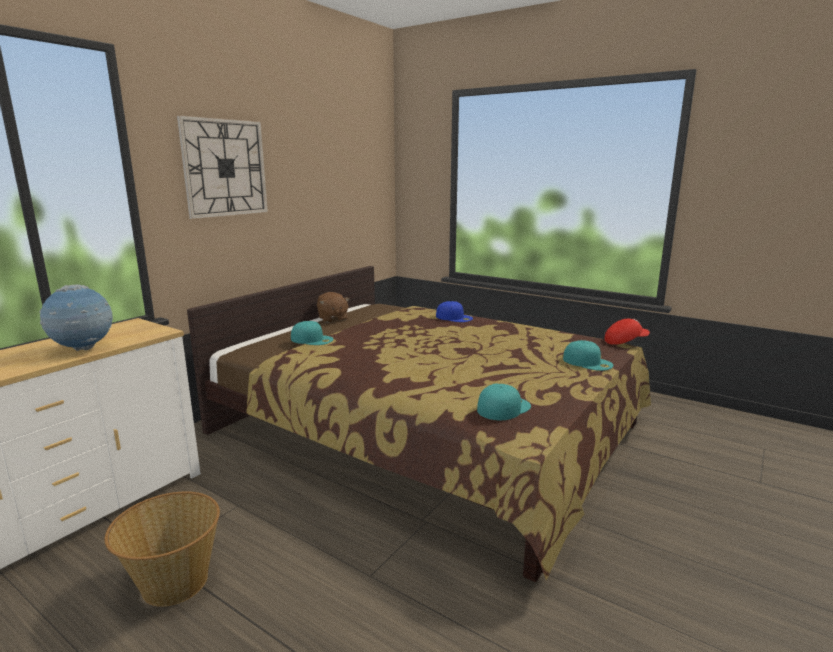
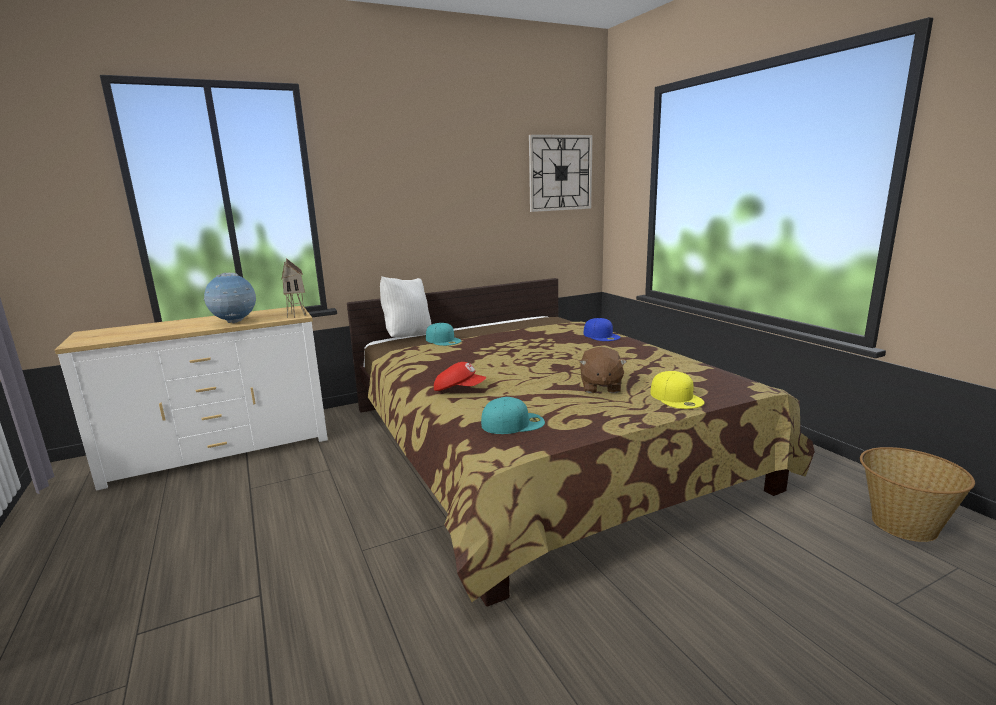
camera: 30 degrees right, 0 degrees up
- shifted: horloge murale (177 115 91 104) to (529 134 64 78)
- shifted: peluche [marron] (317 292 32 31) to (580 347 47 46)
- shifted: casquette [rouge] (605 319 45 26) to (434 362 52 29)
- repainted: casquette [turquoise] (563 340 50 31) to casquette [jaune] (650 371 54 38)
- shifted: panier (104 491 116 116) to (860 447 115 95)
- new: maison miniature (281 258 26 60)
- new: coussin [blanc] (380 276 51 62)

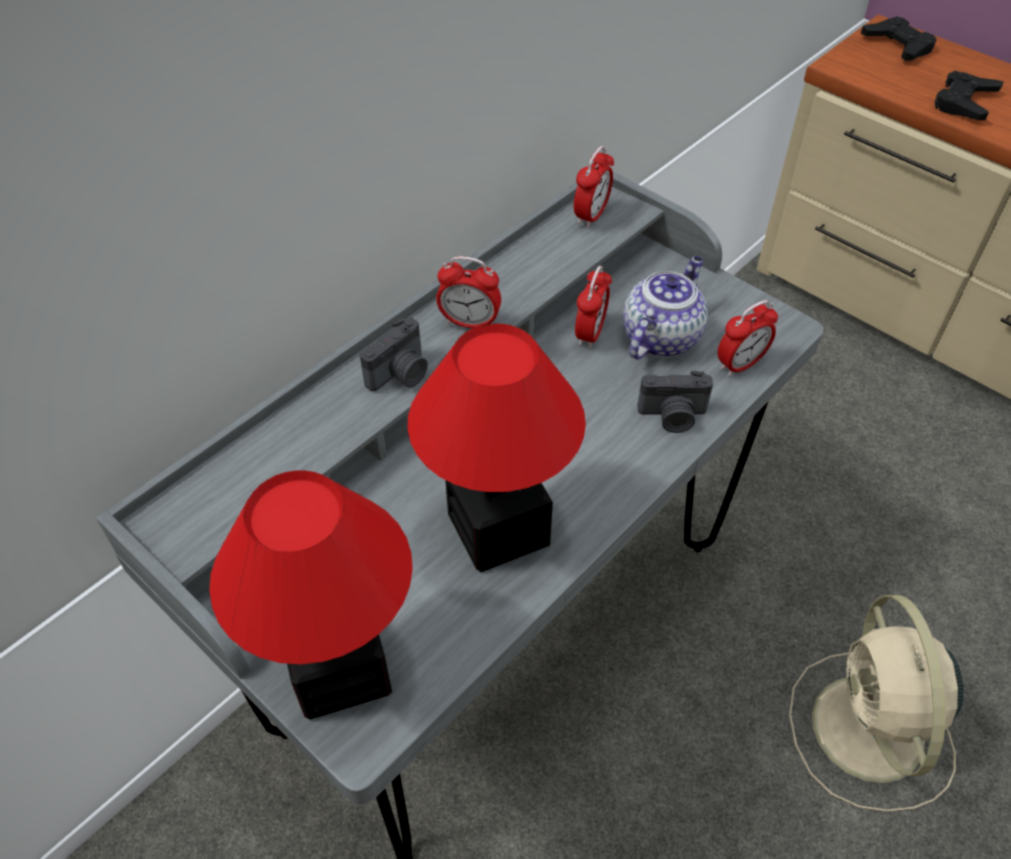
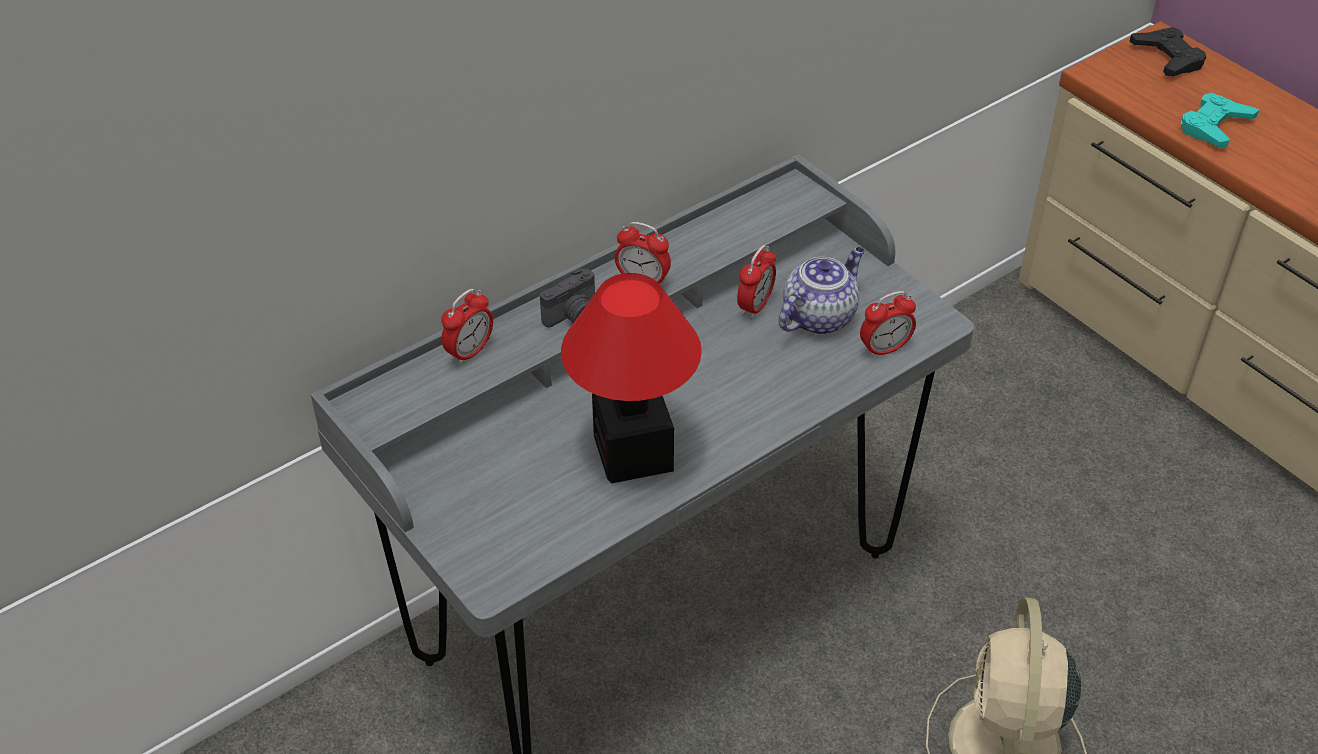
camera: 10 degrees right, 5 degrees down
- repainted: manette [noir] (935 70 69 50) to manette [turquoise] (1181 93 78 55)
- shifted: réveil (574 146 40 82) to (442 289 51 76)
- gone: appareil photo (637 371 76 62)
- gone: lampe de table (209 470 204 250)

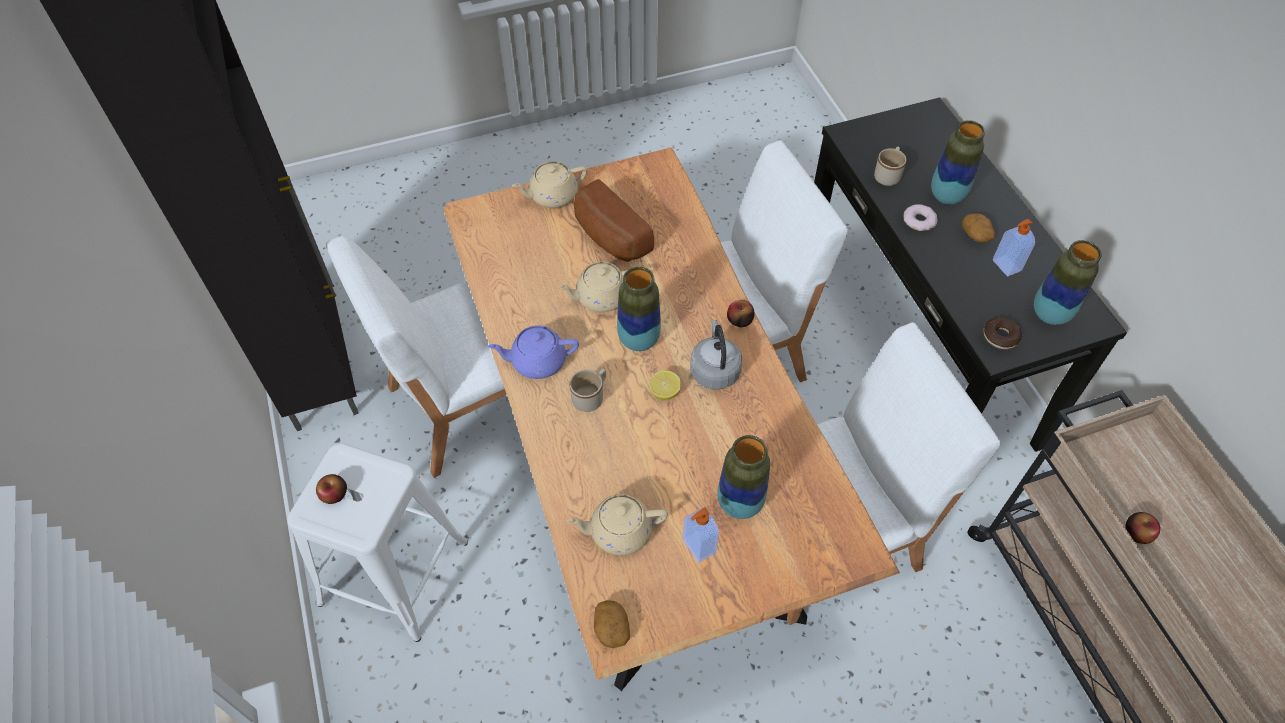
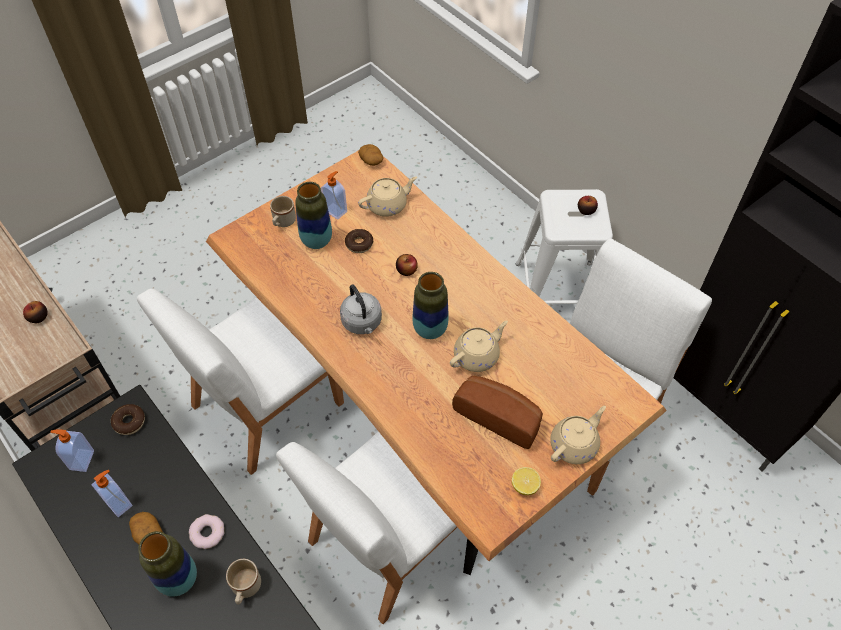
camera: 160 degrees right, 0 degrees up
- swapped: vase (1034 240 68 85) to distributeur de savon (50 430 44 42)
- shifted: pomme (727 300 28 27) to (396 254 22 22)
- gone: théière [violet] (488 325 91 54)
- shifted: mug [beige] (569 369 37 43) to (270 196 26 31)
- shifted: citron (649 370 32 30) to (512 467 29 28)
- new: beignet (345 229 28 24)

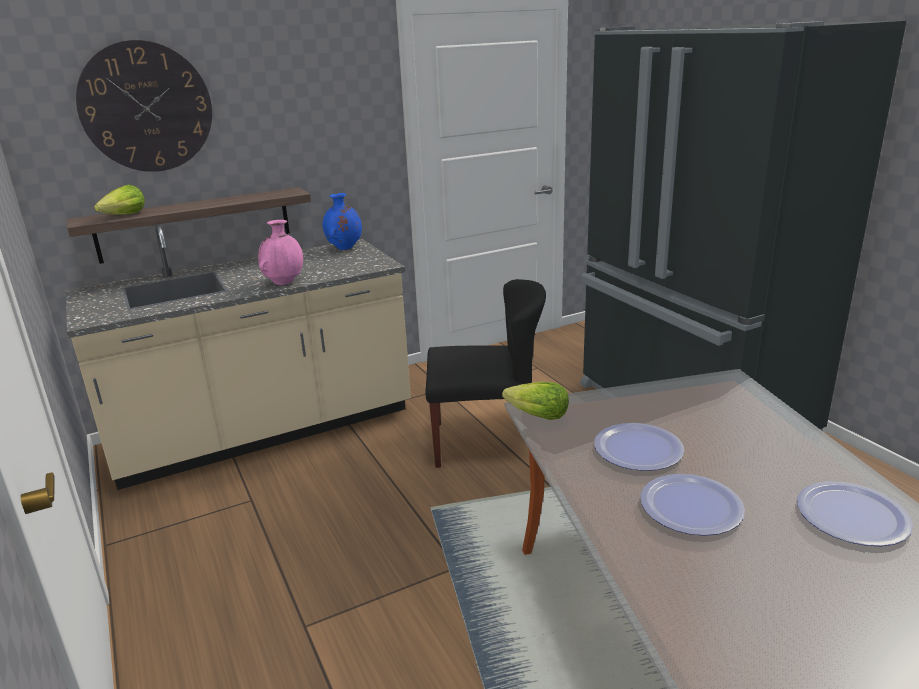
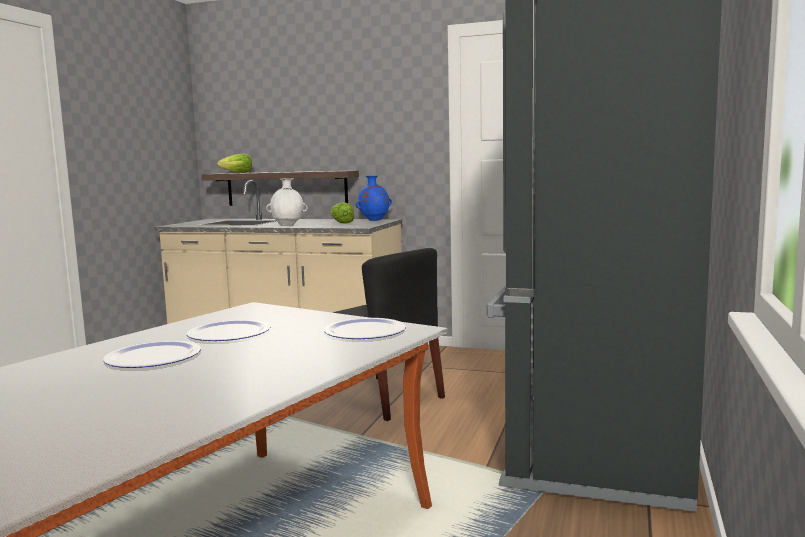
camera: 45 degrees right, 15 degrees down
- gone: horloge murale (76 40 136 132)
- repainted: vase [rose] (258 220 45 65) to vase [blanc] (266 178 42 48)
- shifted: laitue (502 382 67 38) to (331 202 24 22)
- shifted: assiette (797 481 116 65) to (324 318 82 21)

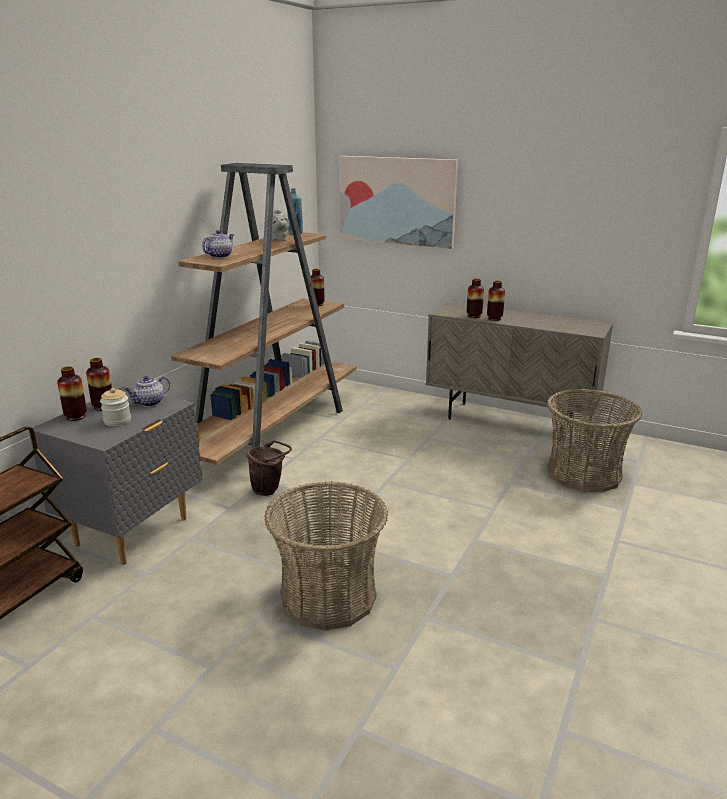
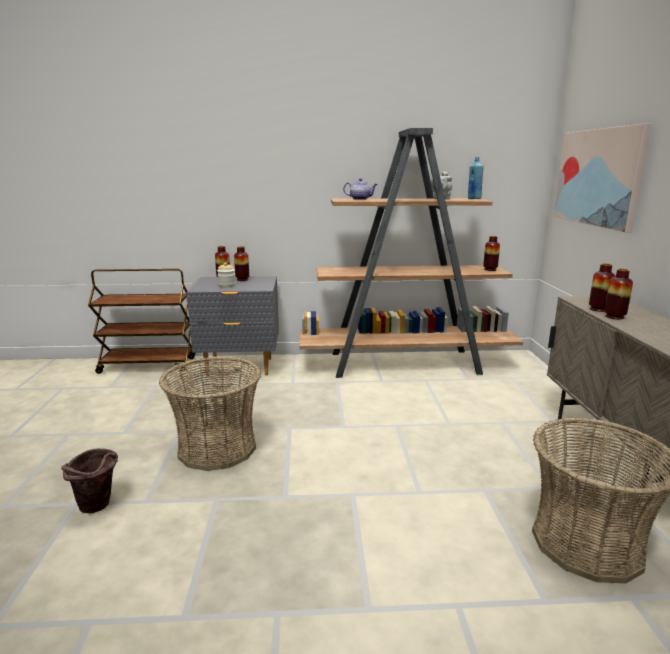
camera: 60 degrees right, 5 degrees down
- gone: théière (124 376 46 30)
- shifted: seau [marron] (246 440 46 56) to (61 448 57 65)

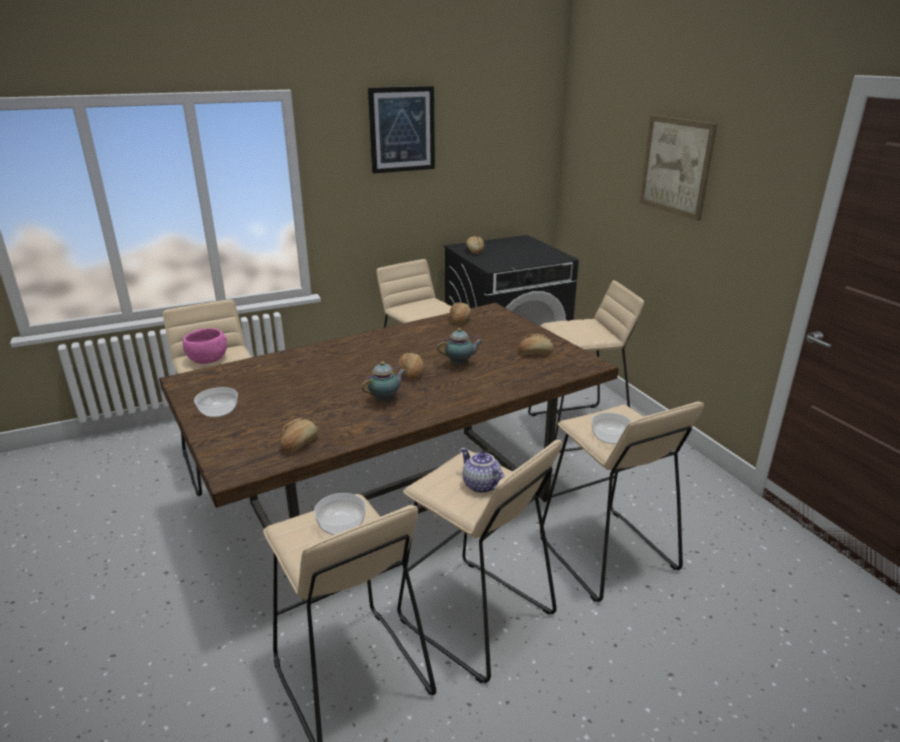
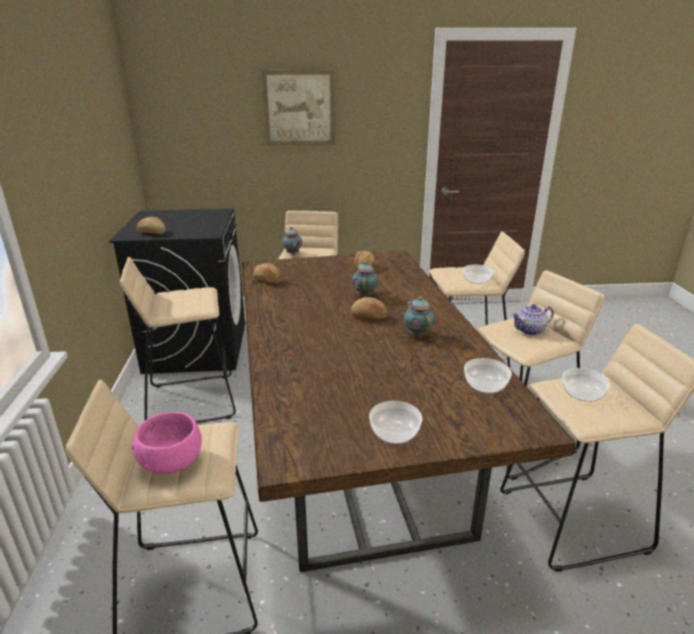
camera: 70 degrees left, 0 degrees up
- gone: tableau (368 86 67 88)
- swapped: pain (280 418 38 35) to bol (464 358 48 35)
- new: théière (282 227 20 28)

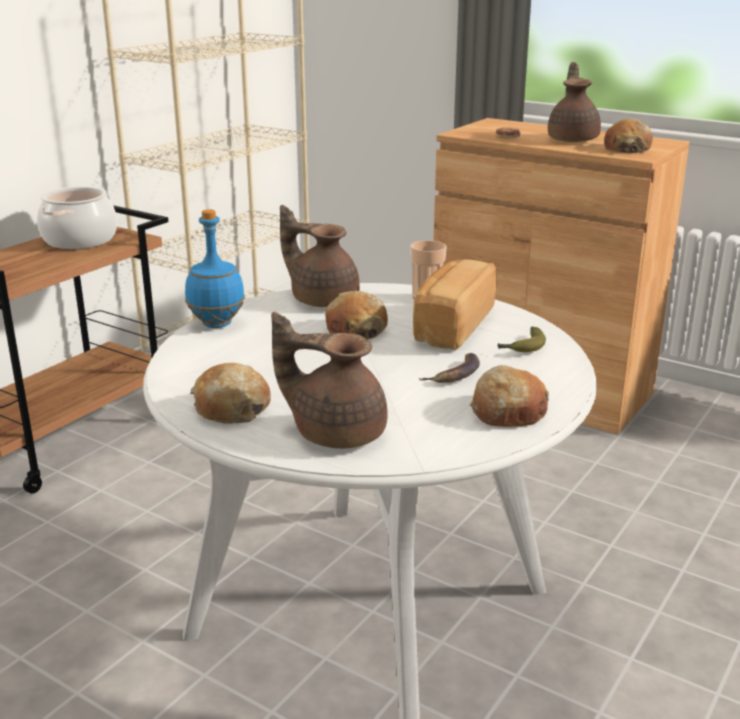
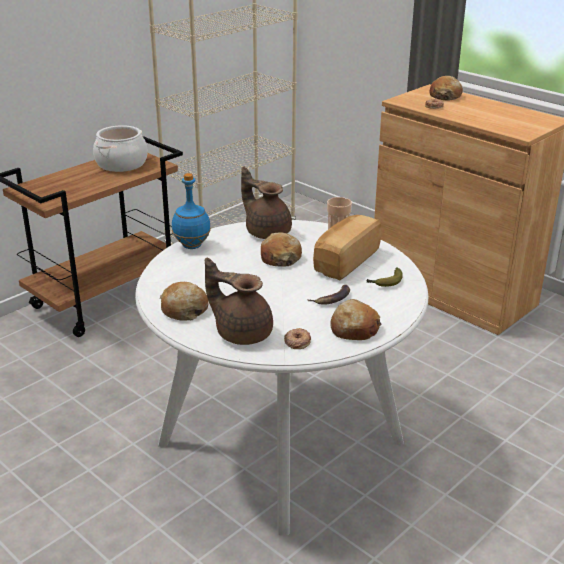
camera: 10 degrees right, 5 degrees up
- gone: théière [marron] (548 62 53 80)
- shifted: pain (604 119 49 34) to (429 76 34 24)
- new: beignet (284 328 27 21)

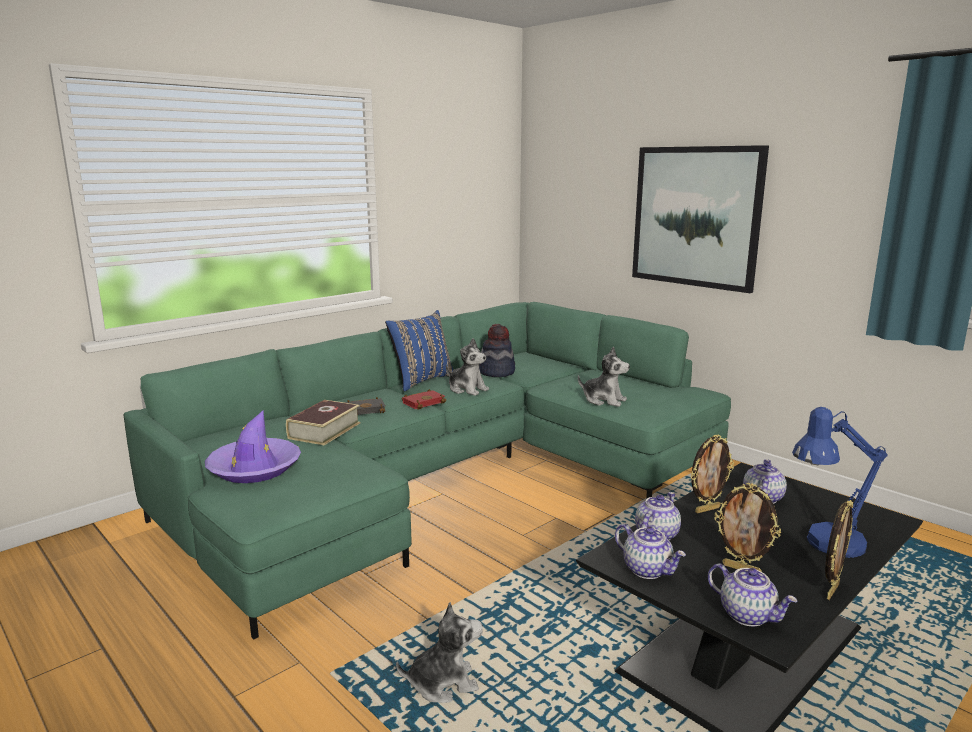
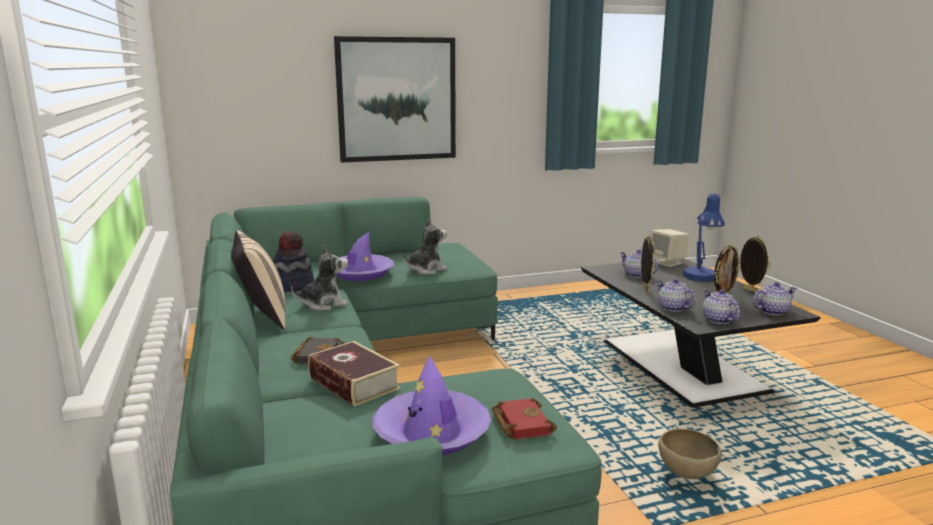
camera: 65 degrees left, 0 degrees up
- repainted: coussin [bleu] (385 310 68 81) to coussin [beige] (231 231 54 98)
- shifted: livre [rouge] (402 389 44 21) to (492 398 65 41)
- rotated: théière (615 524 71 55) = (703 289 37 35) 90 degrees counterclockwise
- swapped: peluche (396 602 87 101) to bol [marron] (658 428 64 51)
- new: enceinte [beige] (651 229 38 38)
- new: chapeau [violet] (336 232 58 49)

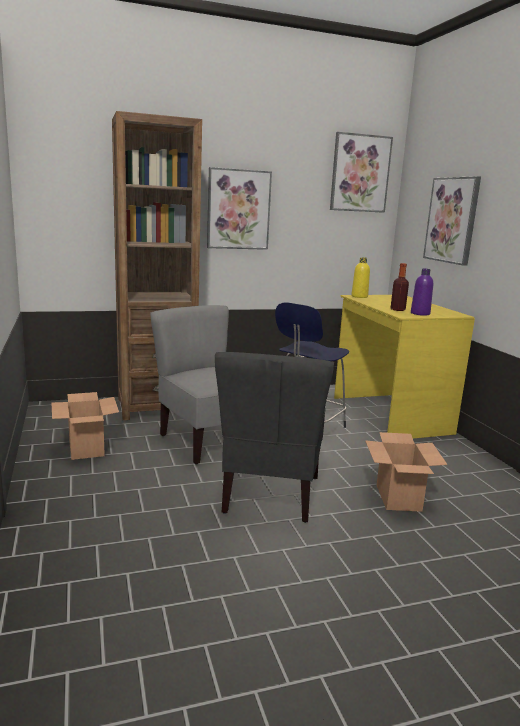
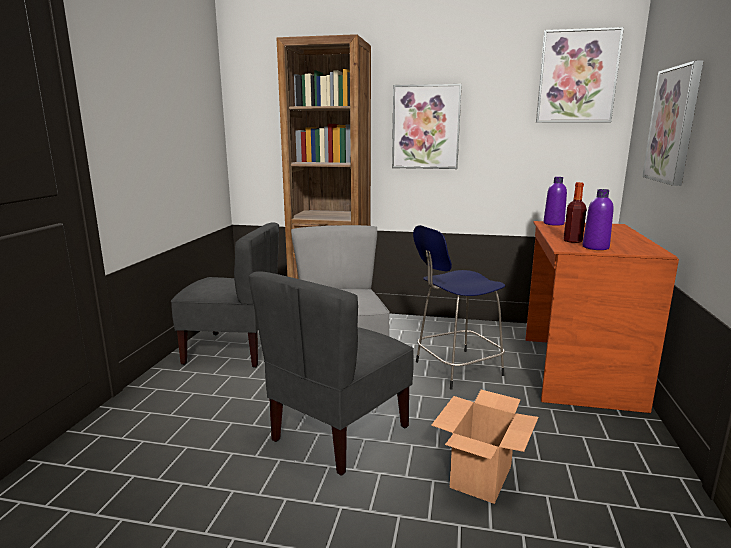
camera: 30 degrees right, 0 degrees up
- repainted: bouteille [jaune] (351 257 19 41) to bouteille [violet] (543 177 24 49)
- repainted: bureau [jaune] (334 295 141 144) to bureau [marron] (525 221 154 192)
- swapped: carton (51 392 68 68) to chaise [gris] (171 223 108 145)

